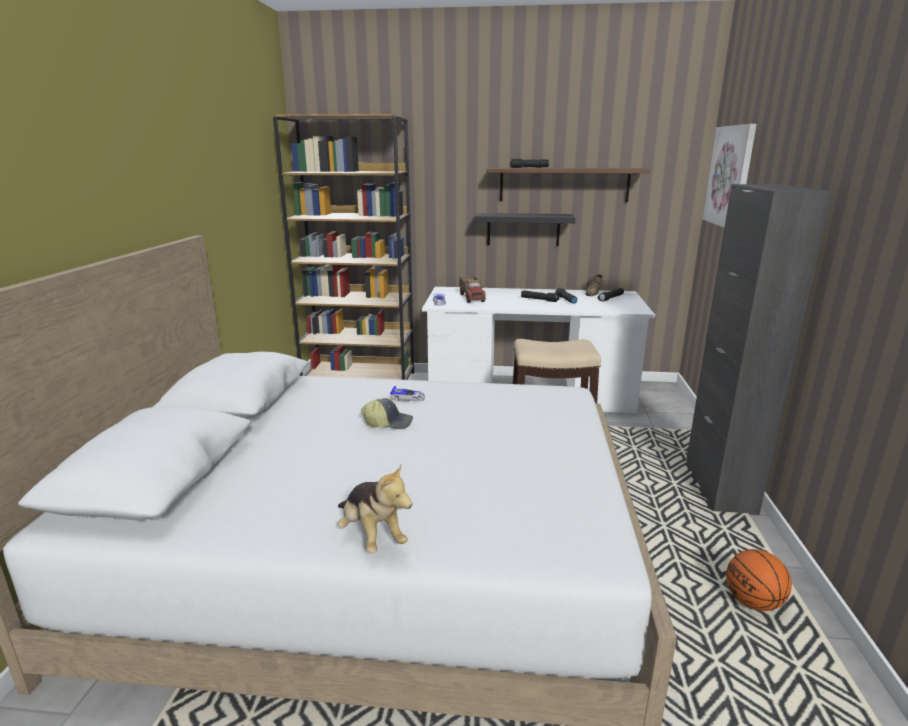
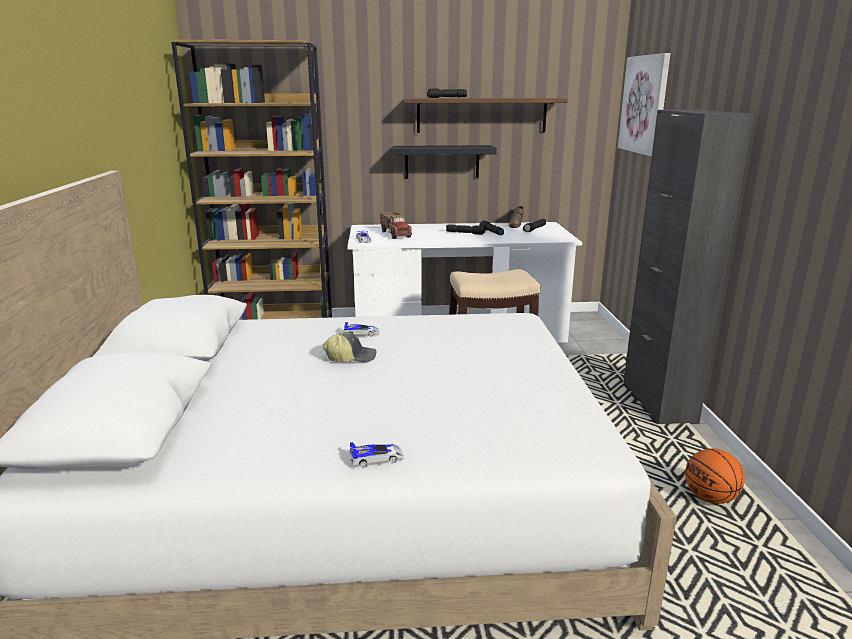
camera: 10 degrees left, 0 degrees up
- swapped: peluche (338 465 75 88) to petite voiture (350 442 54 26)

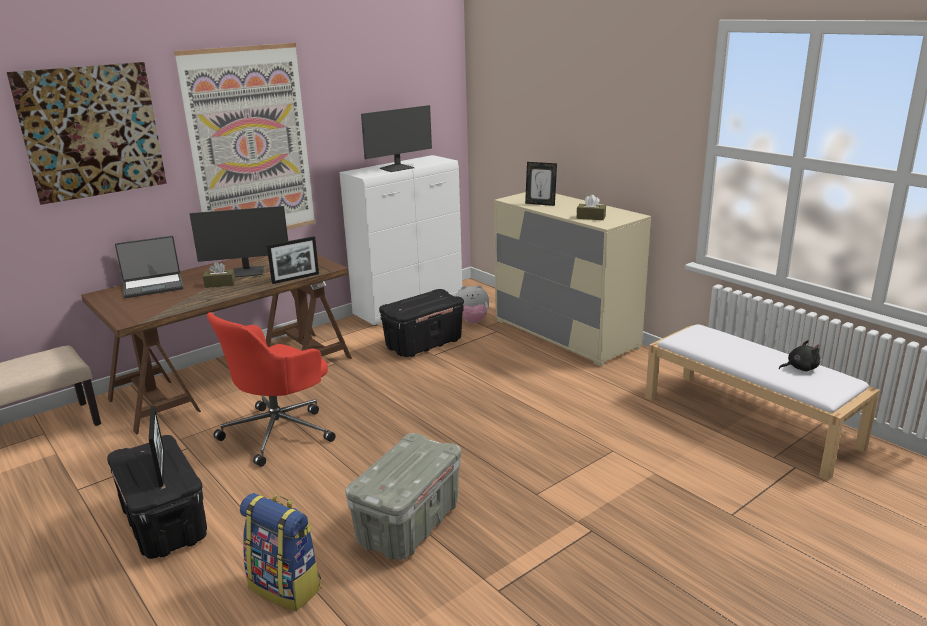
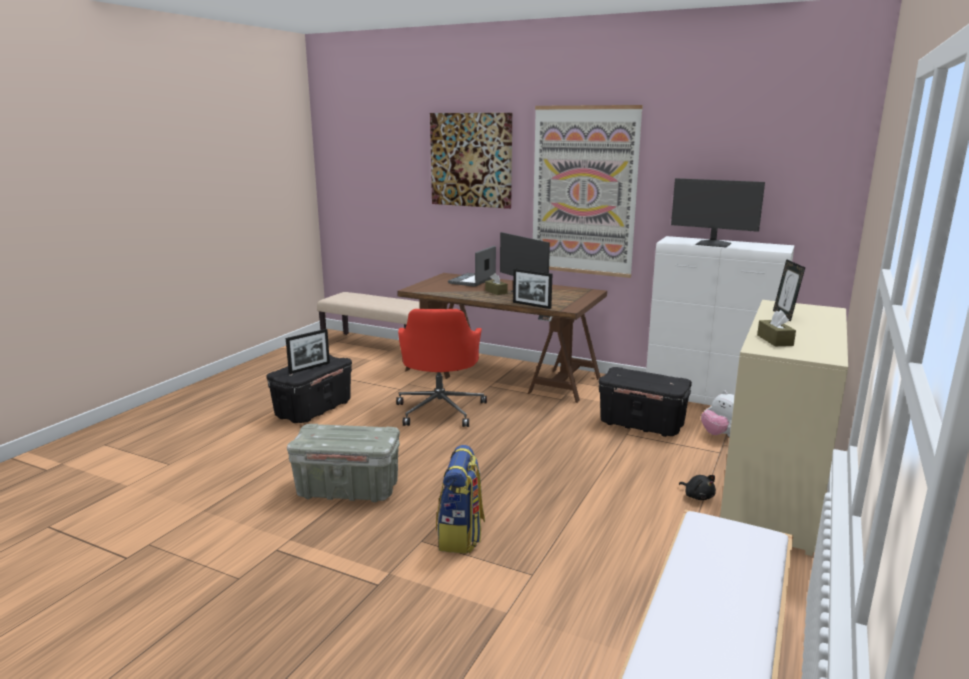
camera: 65 degrees right, 5 degrees down
- rotated: ordinateur portable (115 236 69 62) = (448 246 48 41) 75 degrees clockwise
- rotated: chaise de bureau [rouge] (207 312 129 155) = (396 309 91 118) 105 degrees counterclockwise
- shifted: peluche [noir] (779 340 41 31) to (679 475 37 25)
- shifted: sac à dos (240 493 81 118) to (436 445 49 108)

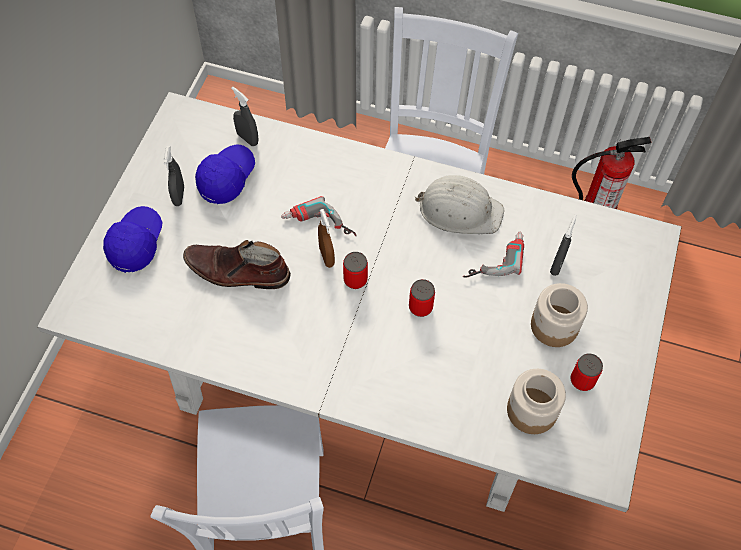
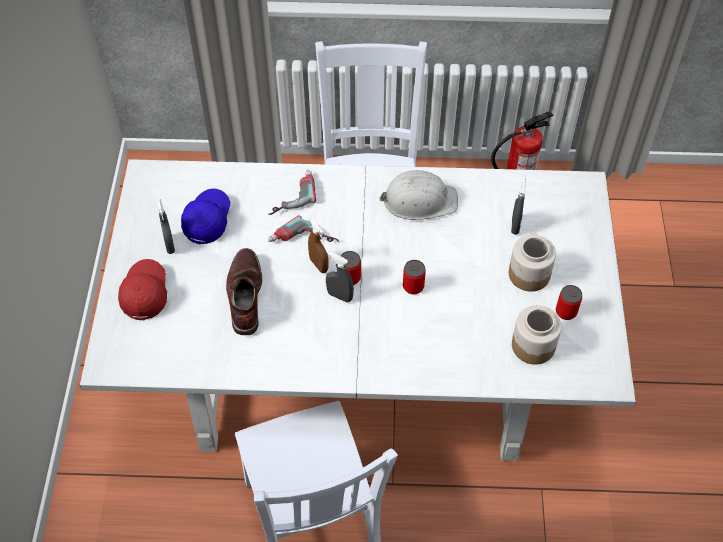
camera: 15 degrees left, 5 degrees down
- shifted: vaporisateur [gris] (231 87 28 59) to (326 252 28 51)
- repainted: casquette [bleu] (103 206 60 67) to casquette [rouge] (118 259 49 61)
- shifted: perceuse (463 232 61 46) to (268 170 48 45)
- rotated: botte [marron] (183 240 108 49) = (226 248 36 87) 90 degrees clockwise

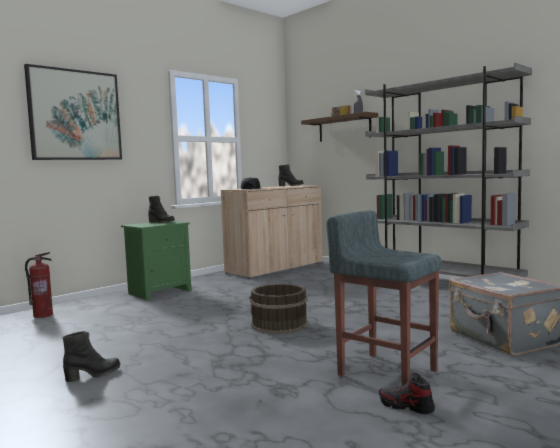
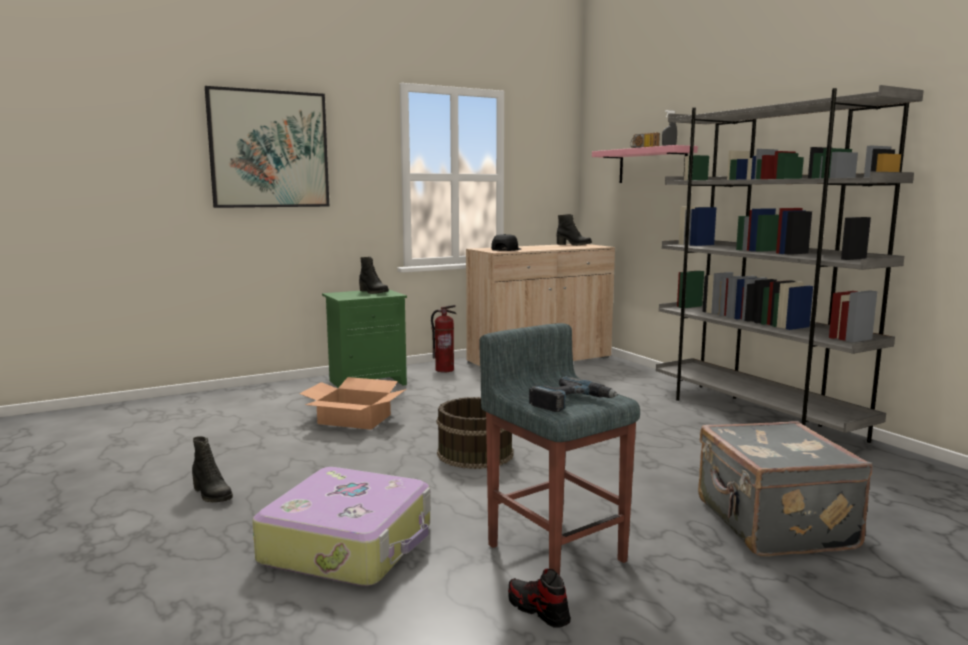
camera: 15 degrees right, 5 degrees up
- repainted: étagère [marron] (301 112 77 30) to étagère [rose] (592 145 106 38)
- shifted: extincteur (25 252 28 66) to (431 305 25 68)
- rotated: botte [noir] (62 331 58 51) = (192 436 41 66) 60 degrees clockwise
- new: perceuse (529 376 89 36)
- new: carton (299 377 107 53)
- new: valise (253 467 178 120)

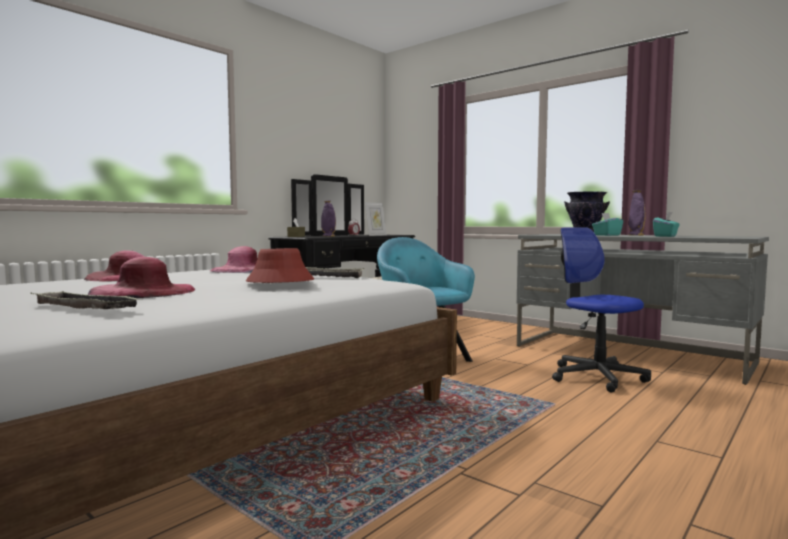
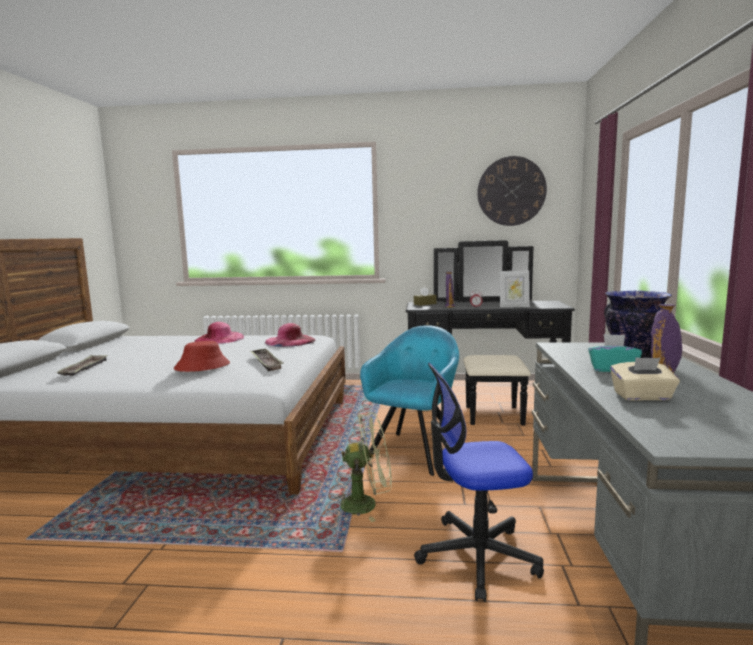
camera: 55 degrees right, 5 degrees up
- repainted: boîte à mouchoirs [turquoise] (653 212 27 25) to boîte à mouchoirs [beige] (610 357 70 44)
- rotated: chaise de bureau (552 227 99 165) = (414 363 130 239) 120 degrees counterclockwise
- gone: chapeau [rose] (88 257 107 41)
- new: horloge murale (477 156 70 70)
- new: ventilateur [vert] (335 412 57 110)

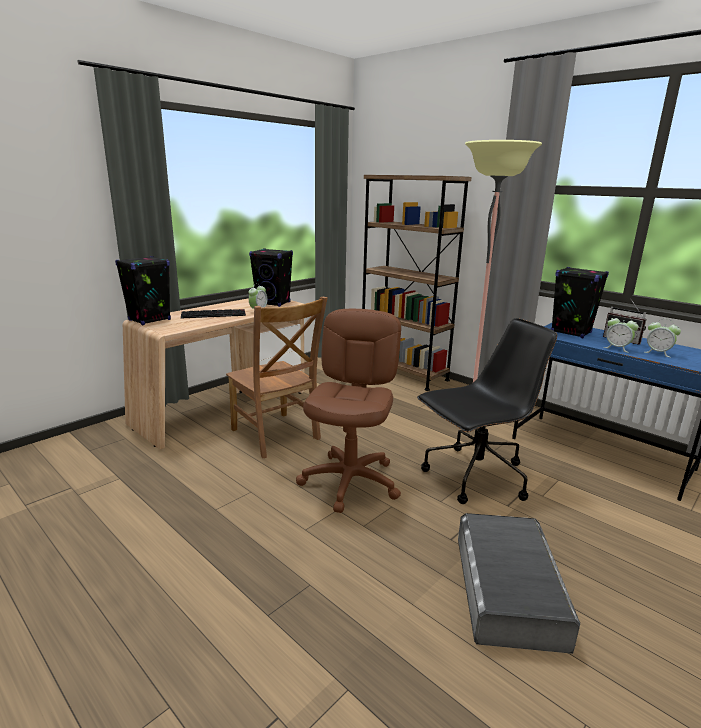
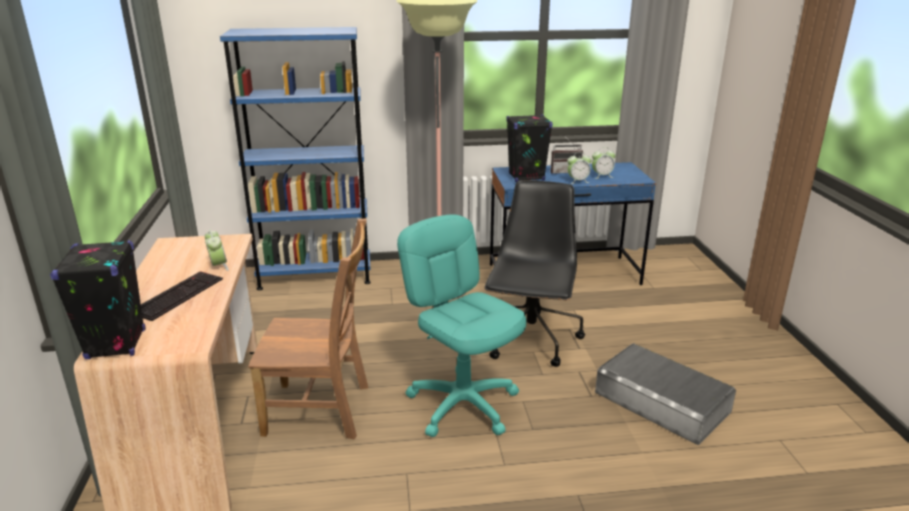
camera: 50 degrees left, 5 degrees up
- repainted: bibliothèque [marron] (362 175 110 216) to bibliothèque [bleu] (220 27 151 263)
- gone: enceinte [noir] (249 248 44 59)
- repainted: chaise de bureau [marron] (296 309 105 204) to chaise de bureau [turquoise] (397 214 129 223)

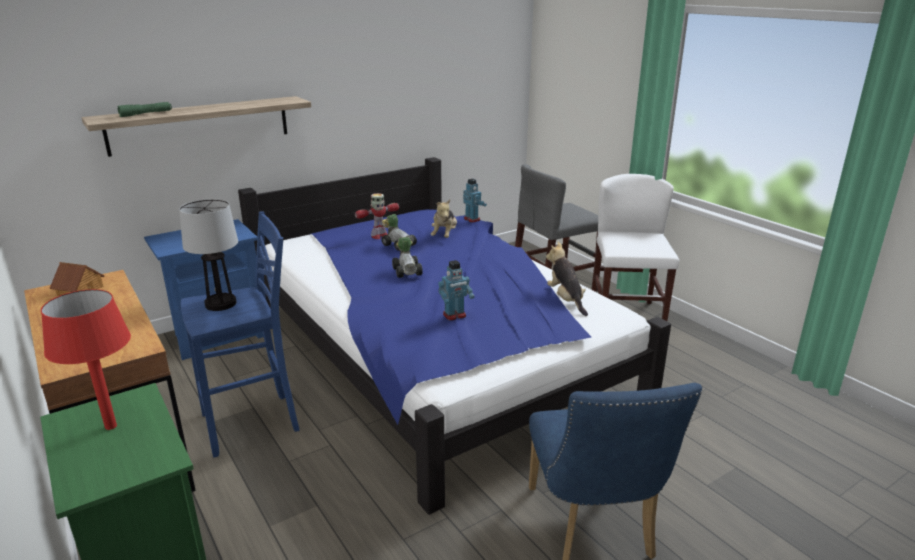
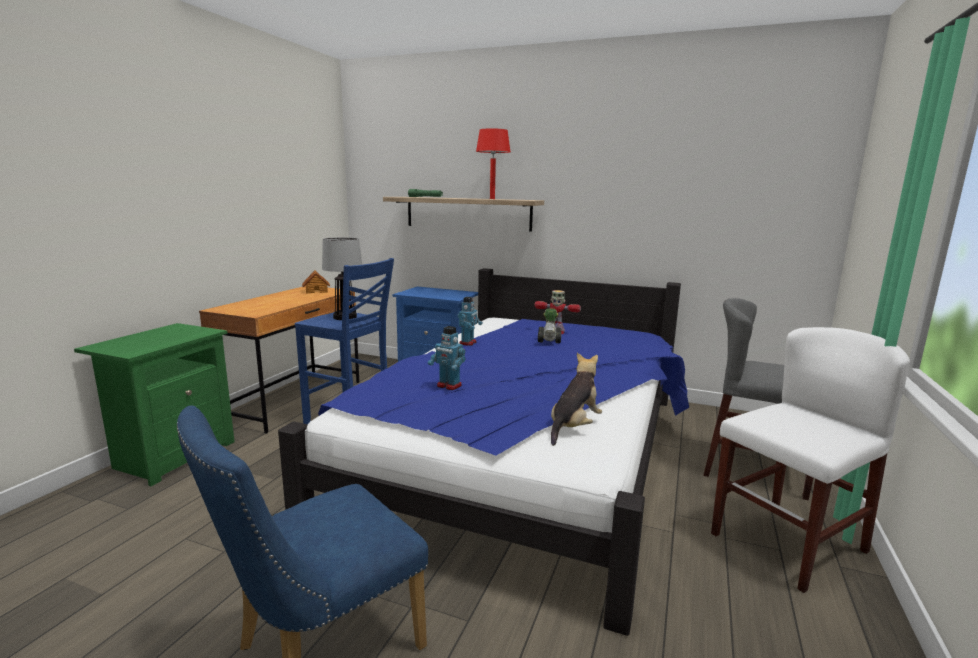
camera: 55 degrees right, 10 degrees down
- shifted: robot jouet (463 179 24 44) to (458 297 25 49)
- gone: peluche (431 199 26 39)
- gone: petite voiture (392 237 31 41)
- shifted: lampe de table [rouge] (41 289 90 141) to (476 128 35 71)

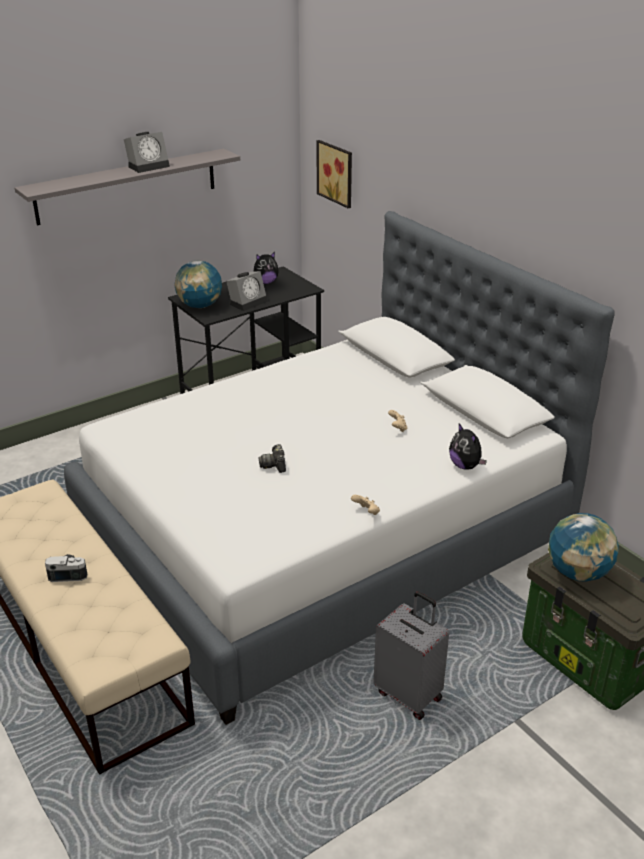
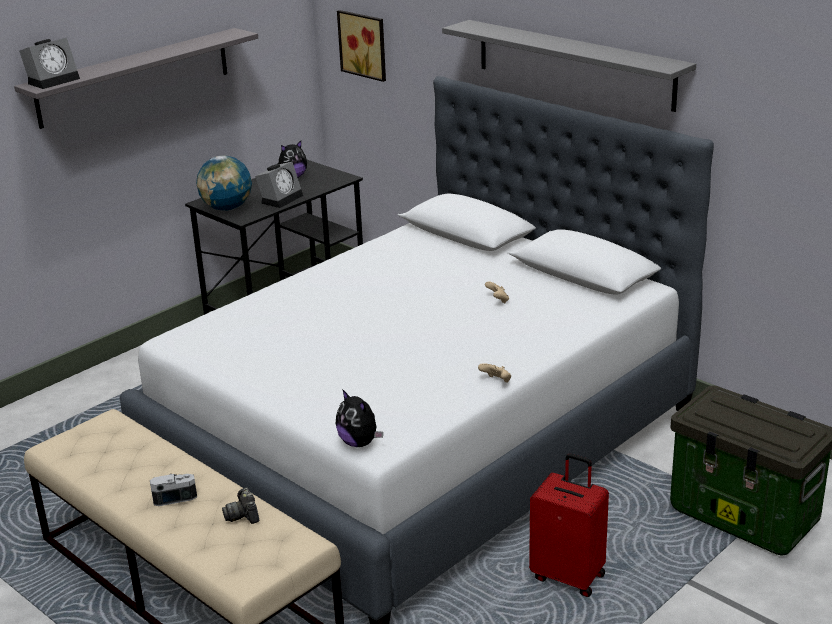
camera: 10 degrees left, 5 degrees down
- shifted: réveil (124 132 46 41) to (19 38 61 51)
- shifted: peluche (449 423 38 47) to (336 389 47 58)
- shifted: appareil photo (258 444 28 29) to (222 487 37 37)
- gone: globe (548 513 71 69)
- repainted: valise [gris] (374 591 75 129) to valise [rouge] (529 454 80 143)
- new: étagère [gris] (442 20 254 92)

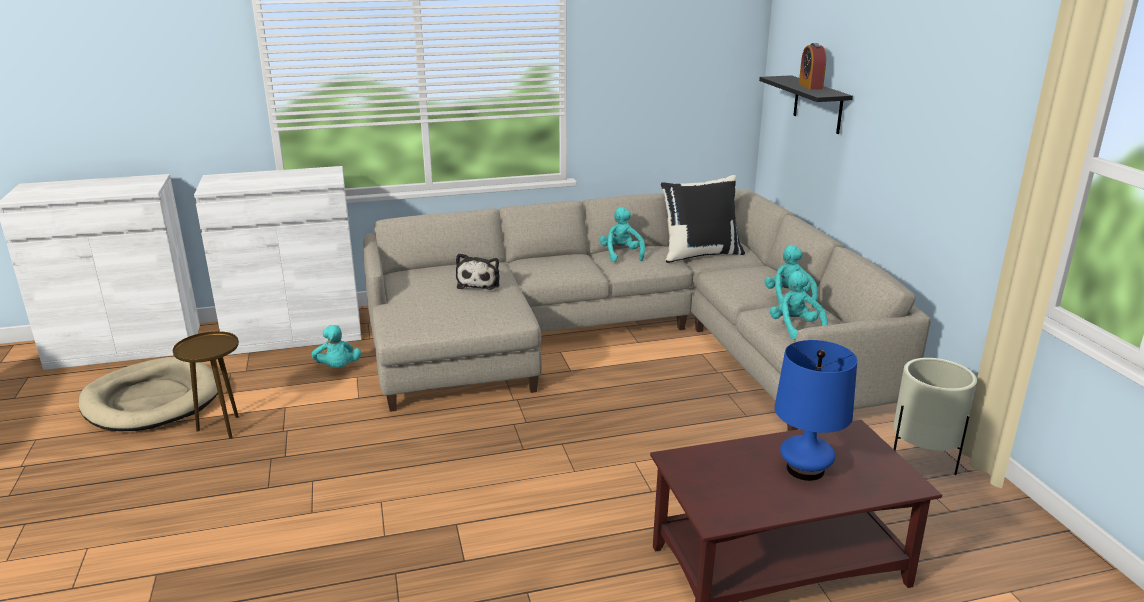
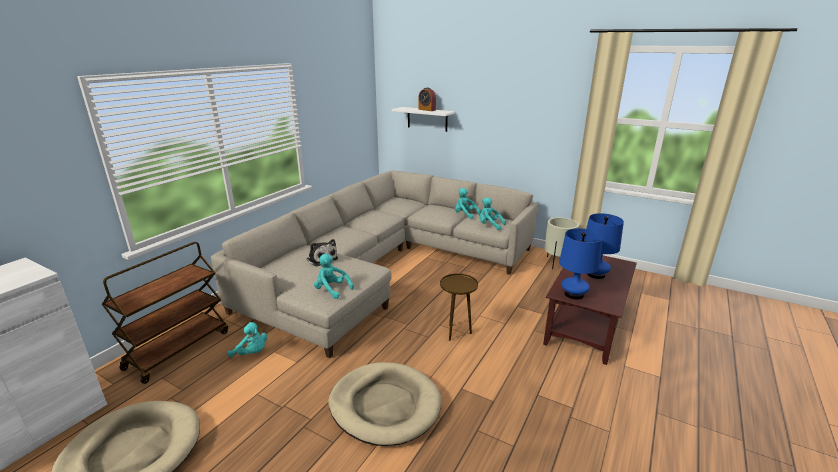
camera: 45 degrees left, 0 degrees up
- repainted: étagère [noir] (759 75 94 59) to étagère [blanc] (392 107 63 25)
- swapped: meuble de rangement [blanc] (194 166 167 189) to chariot [marron] (102 242 126 142)
- gone: coussin [noir] (661 175 84 88)
- shifted: peluche [turquoise] (600 207 45 55) to (314 254 40 45)
- shifted: table d'appoint [marron] (173 331 66 108) to (440 274 38 67)
- new: lampe de table [bleu] (559 229 44 70)
- new: panier pour chien [beige] (328 362 113 84)

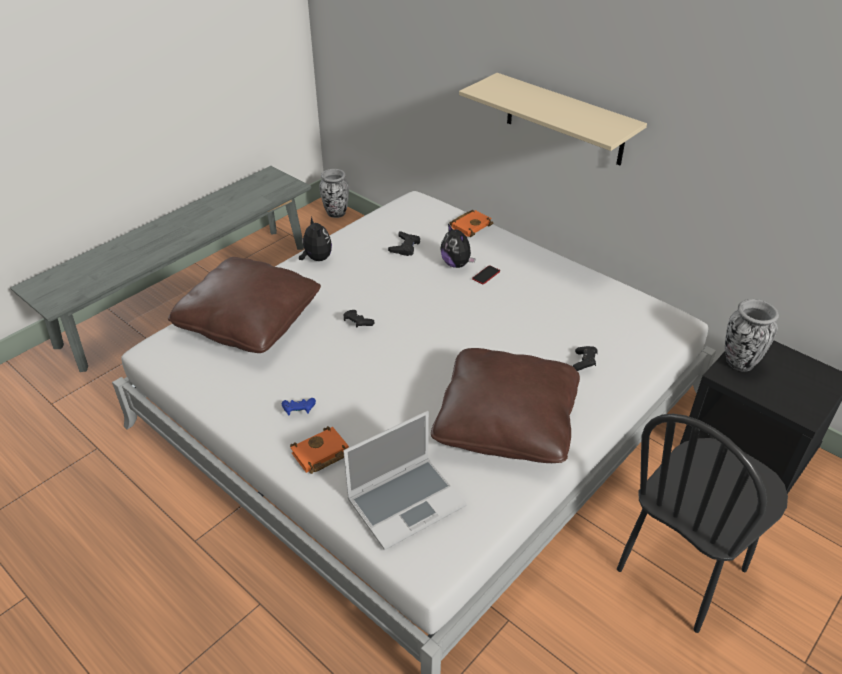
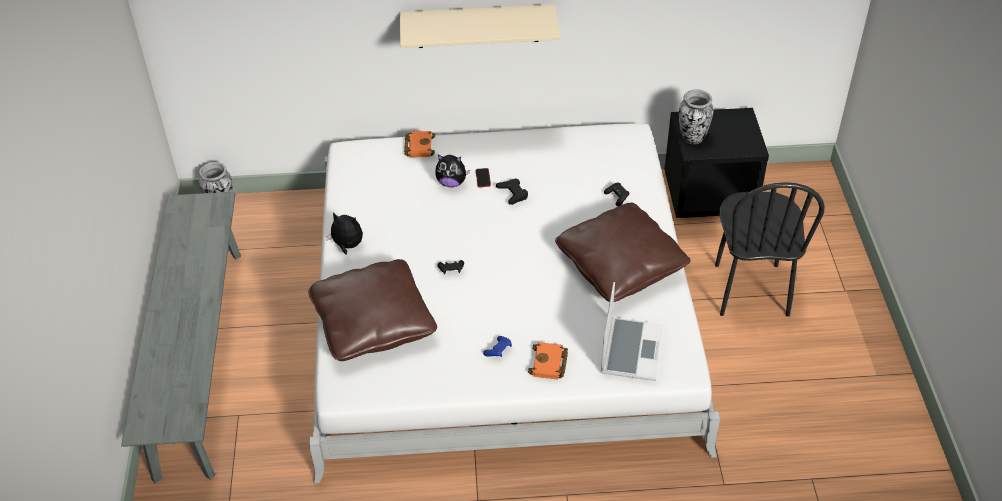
camera: 45 degrees left, 5 degrees up
- shifted: manette [noir] (388 231 32 25) to (496 178 32 27)

